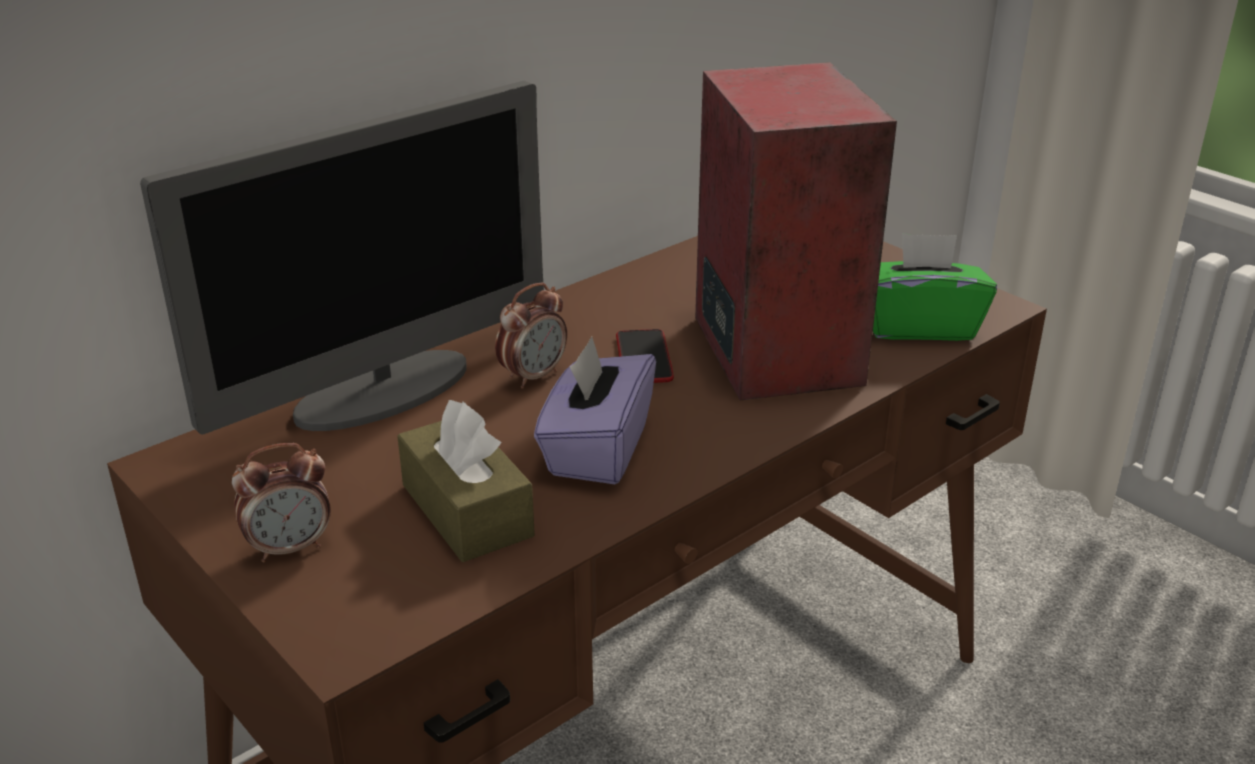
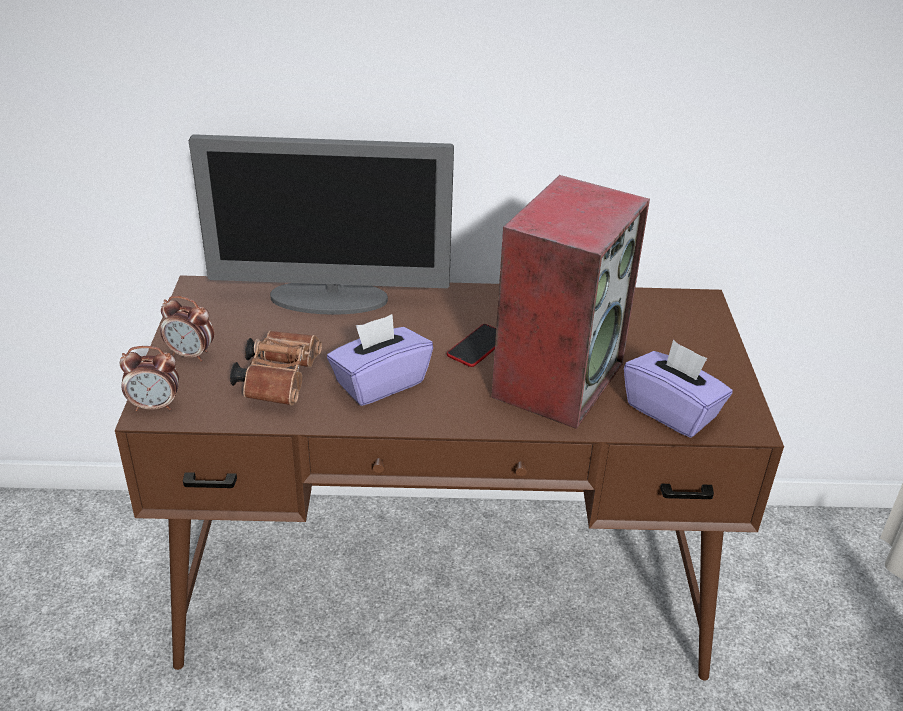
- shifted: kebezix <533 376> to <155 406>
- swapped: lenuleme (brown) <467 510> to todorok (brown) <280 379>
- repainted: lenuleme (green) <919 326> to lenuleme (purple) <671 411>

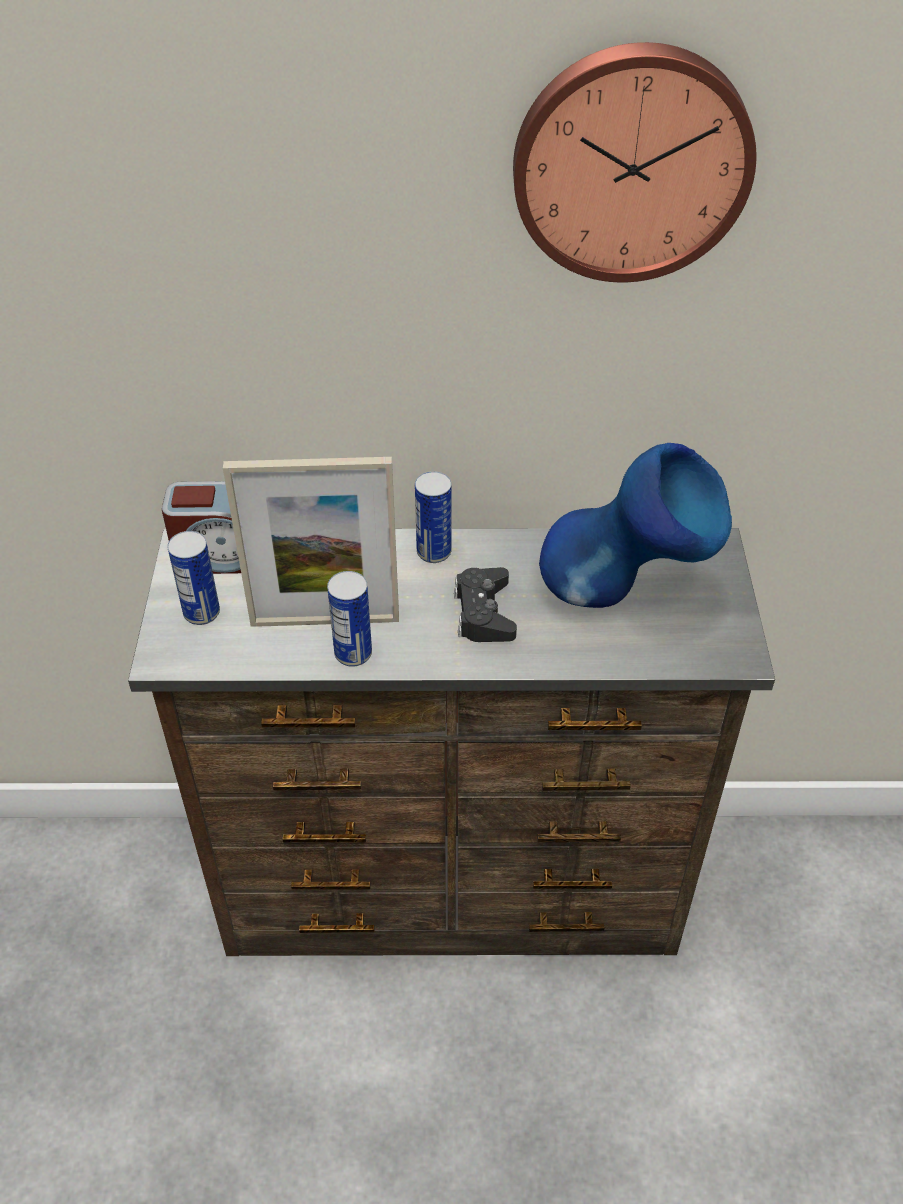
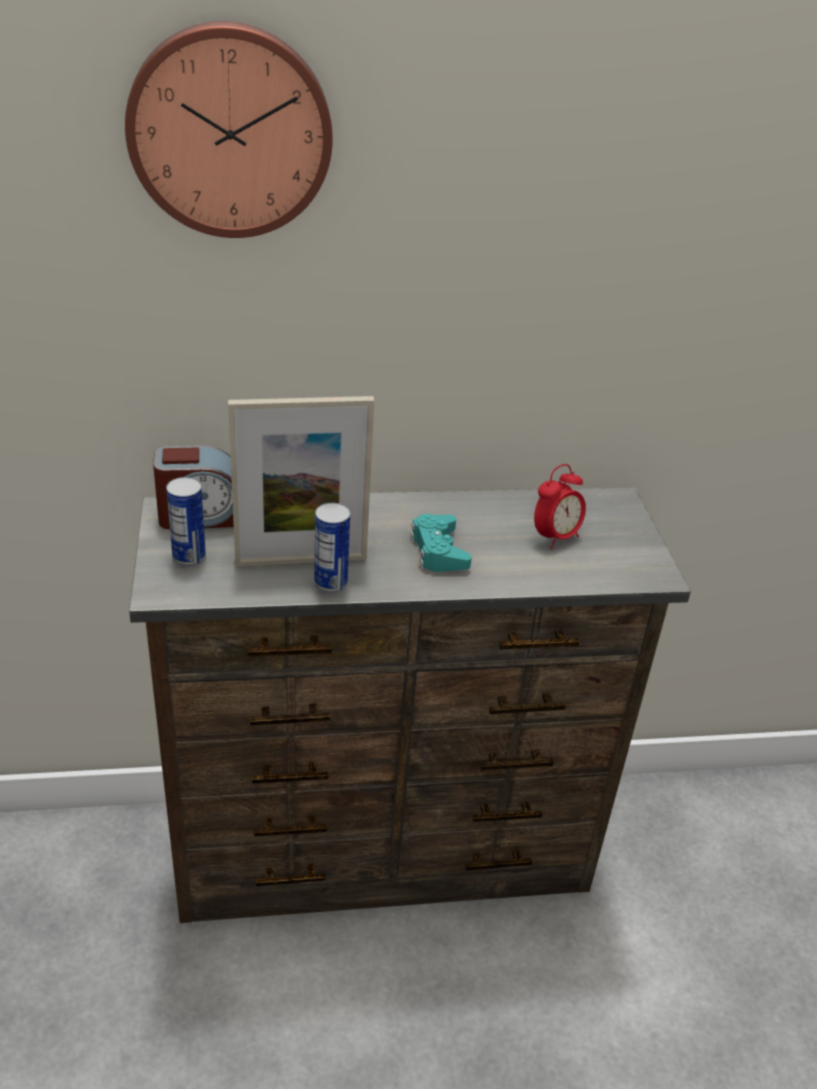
- shifted: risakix <631 162> to <230 131>
- repainted: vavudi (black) <484 613> to vavudi (turquoise) <438 551>
- swapped: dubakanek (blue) <626 598> to kebezix <555 537>
- gone: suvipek <434 552>

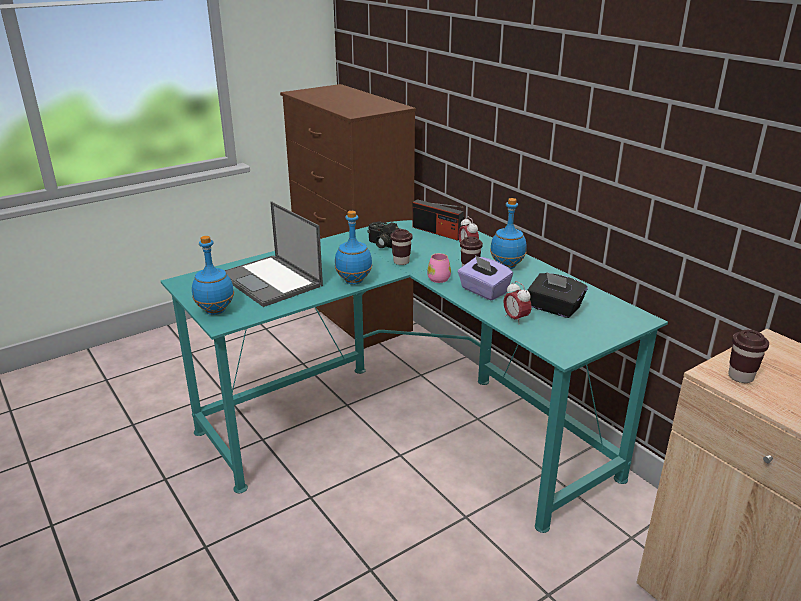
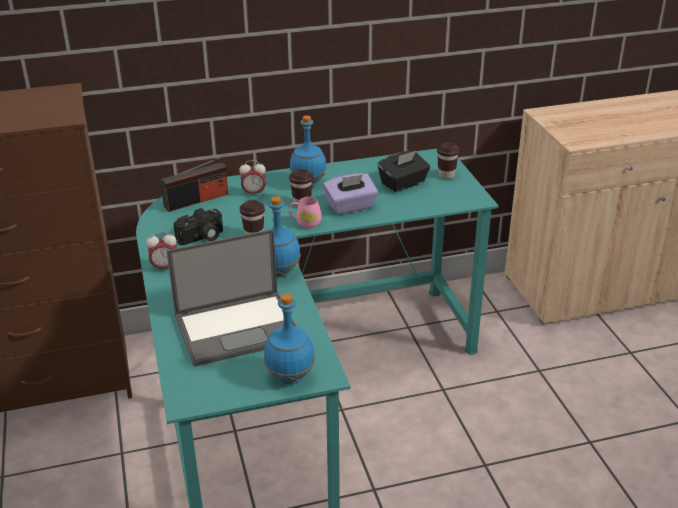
- shifted: kebezix <515 319> to <164 268>
- shifted: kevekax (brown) <740 377> to <446 175>

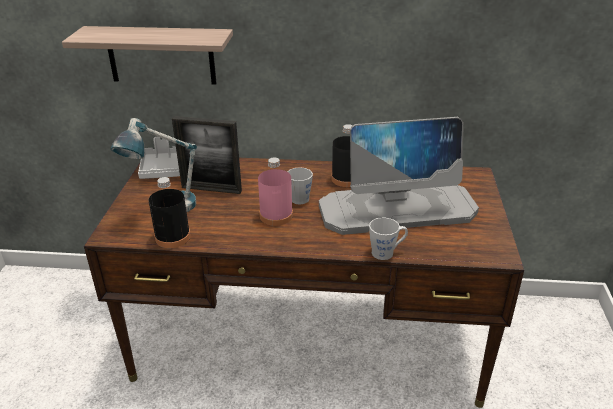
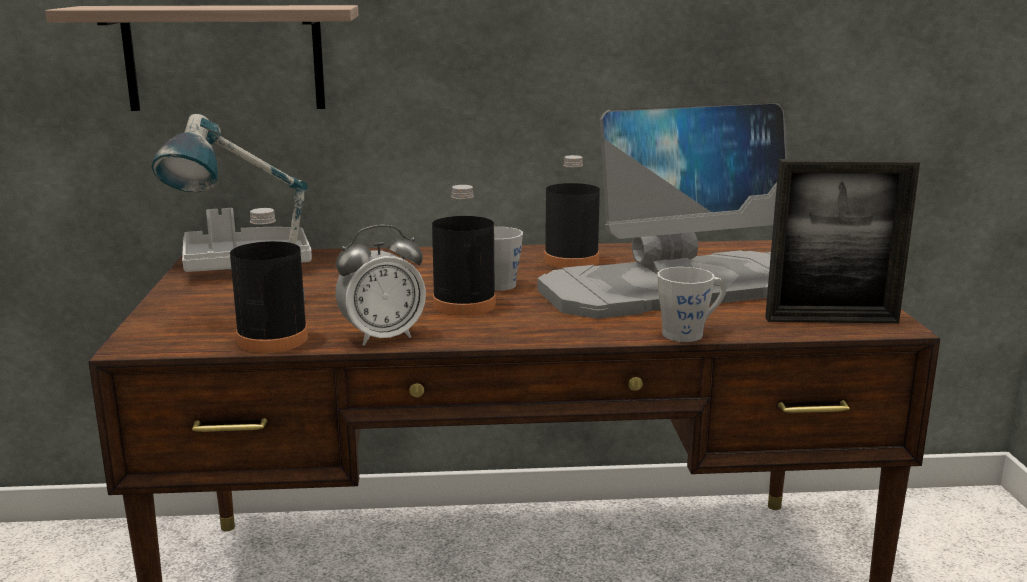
- new: kebezix <382 337>
- repainted: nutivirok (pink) <276 216> to nutivirok (black) <464 305>
- shifted: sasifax <211 189> to <831 320>

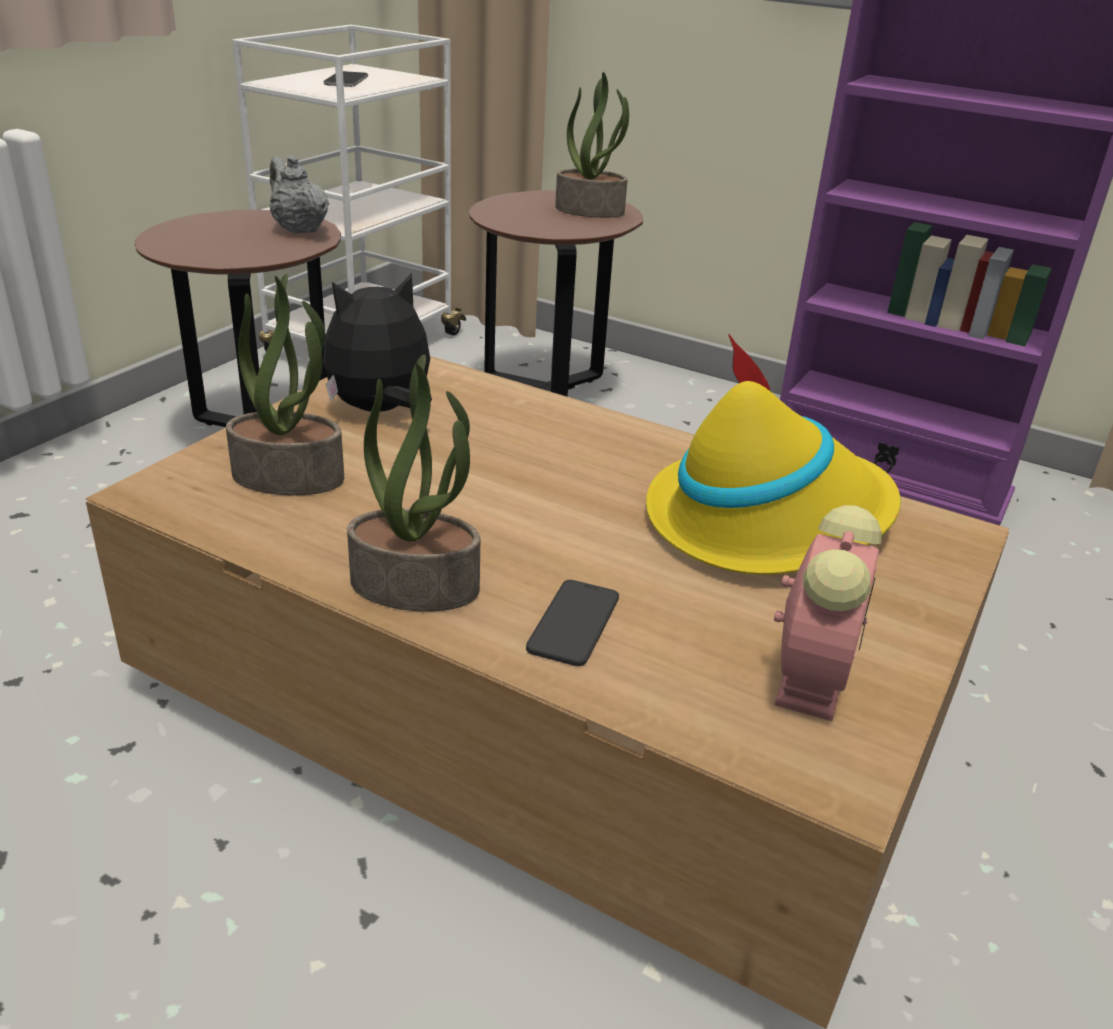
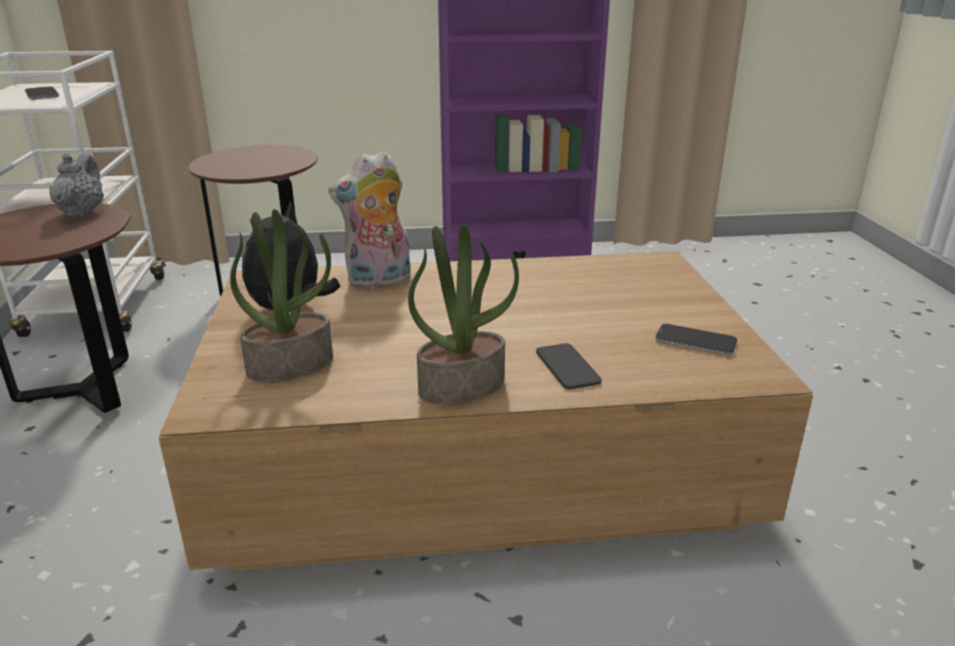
- rotated: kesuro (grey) <298 229> = <82 212> 75 degrees clockwise
- new: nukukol <379 281>
- swapped: kebezix <811 675> to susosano <695 341>
- gone: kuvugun <591 210>
- gone: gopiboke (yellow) <767 521>

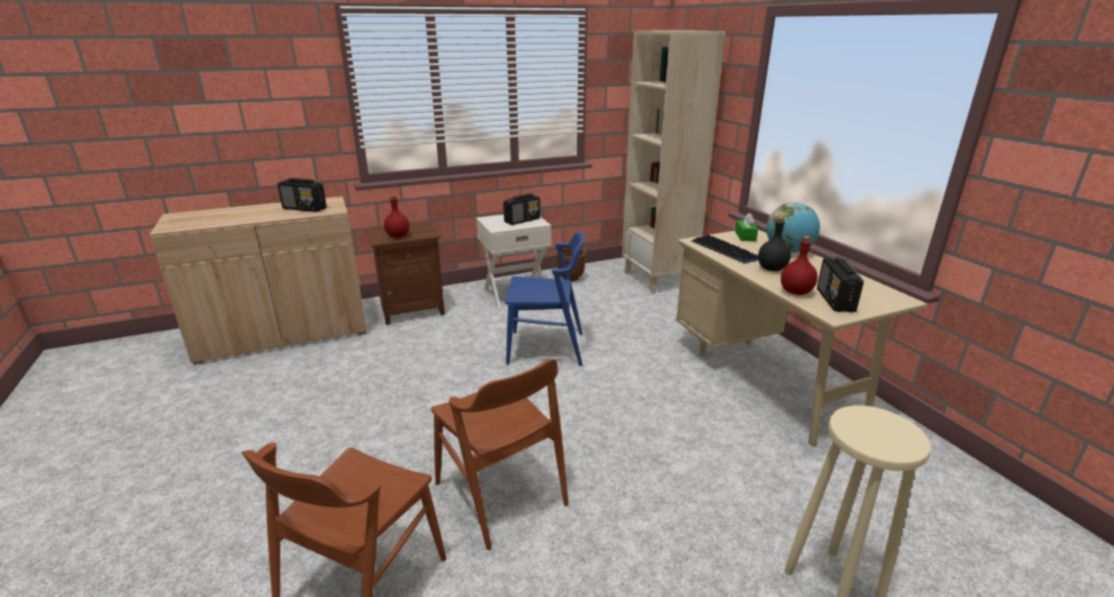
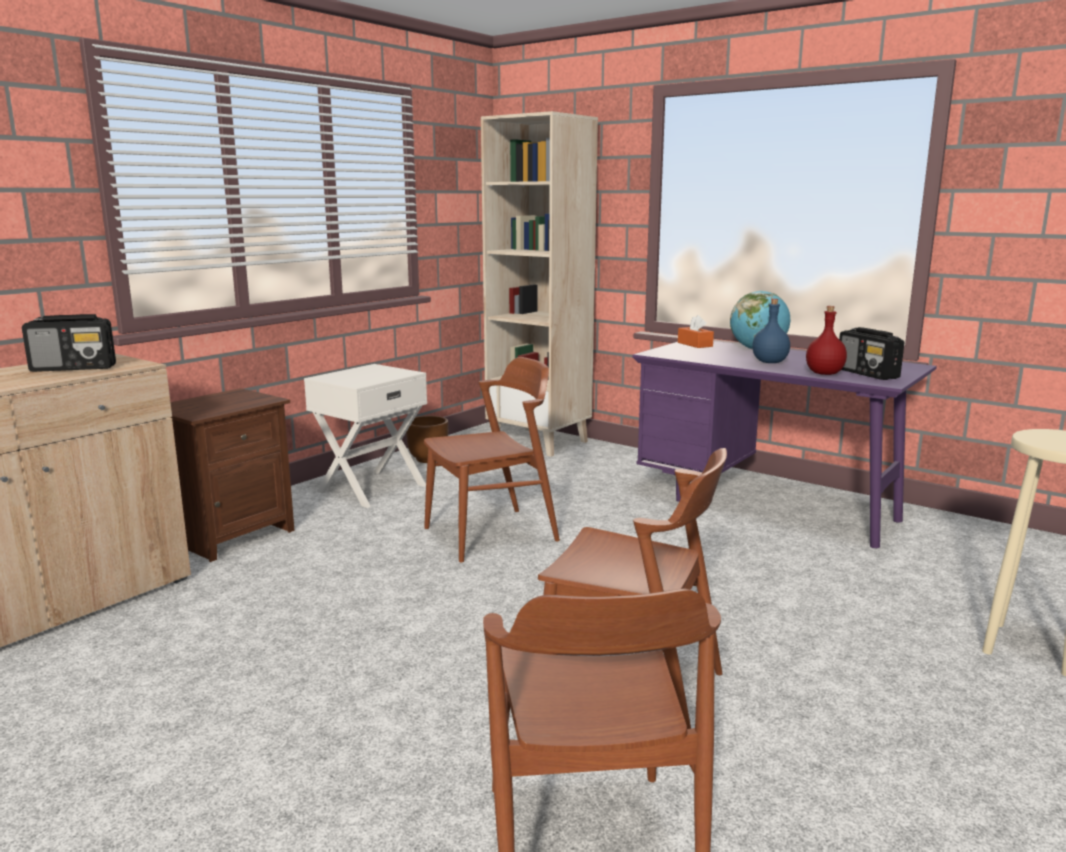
- repainted: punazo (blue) <546 348> to punazo (brown) <491 534>
- repainted: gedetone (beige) <766 379> to gedetone (purple) <768 506>
- repainted: lenuleme (green) <745 236> to lenuleme (orange) <695 344>
- repainted: nutivirok (black) <772 268> to nutivirok (blue) <769 362>
- gone: nutivirok (red) <397 236>
- gone: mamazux <522 220>
- gone: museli <725 250>

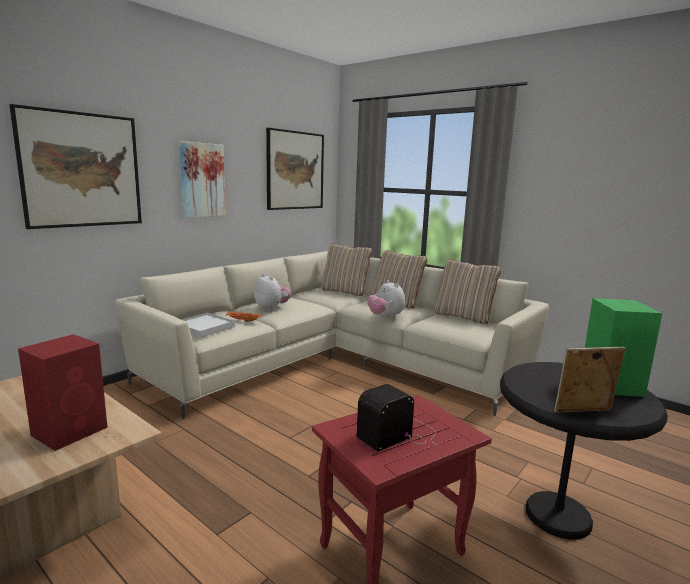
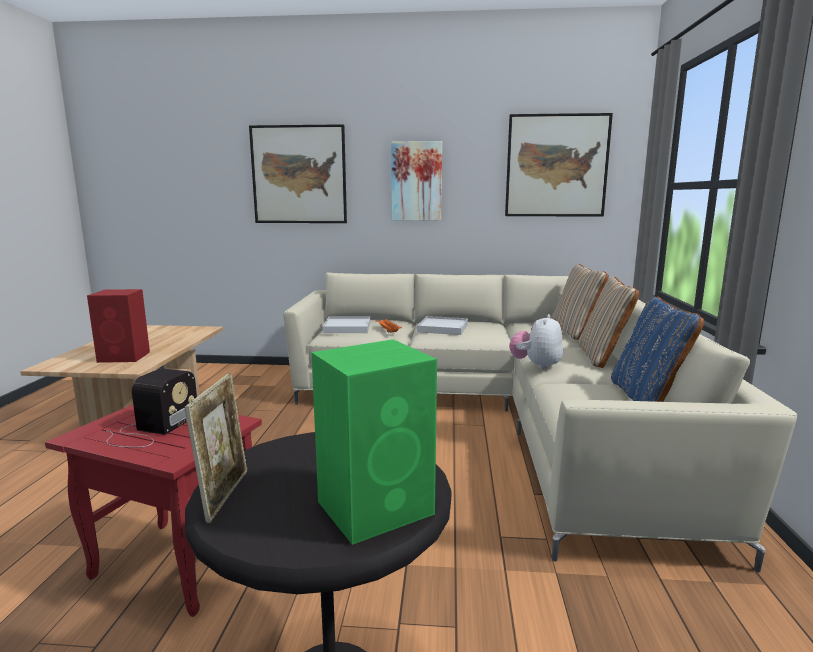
- rotated: mamazux <399 433> = <151 429> 90 degrees clockwise
- rotated: sasifax <583 412> = <224 494> 45 degrees clockwise
- swapped: nukukol <272 308> to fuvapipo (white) <442 328>
- repainted: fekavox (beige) <463 317> to fekavox (blue) <647 398>

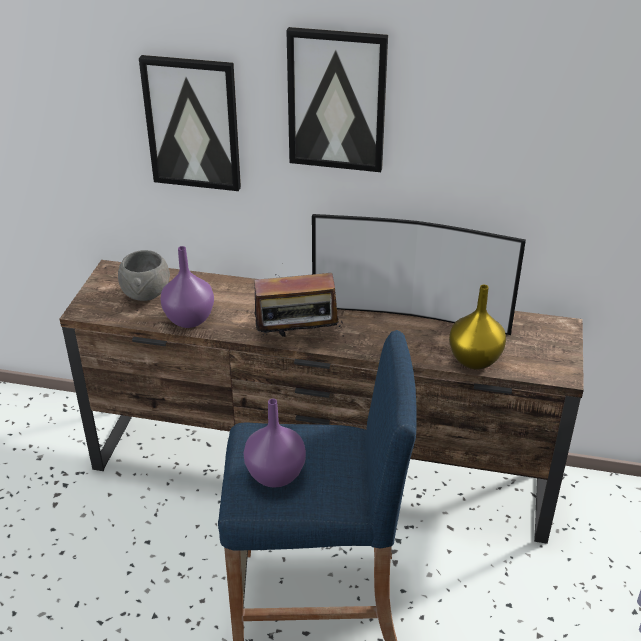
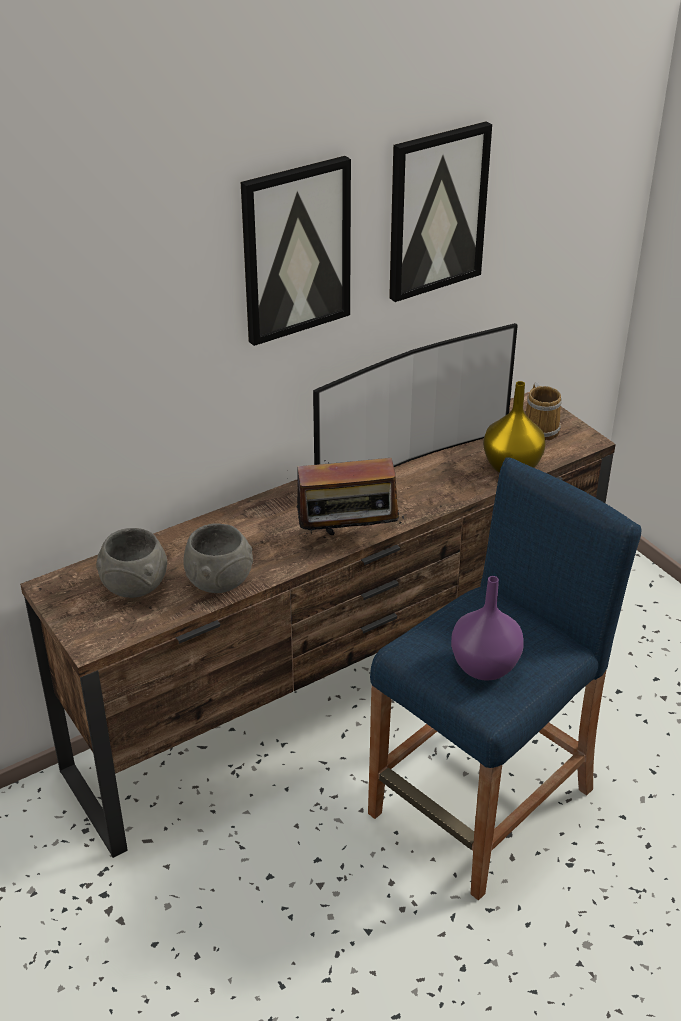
- swapped: dubakanek (purple) <189 318> to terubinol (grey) <218 582>
- rotated: mamazux <297 339> = <348 538> 45 degrees clockwise
- shifted: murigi <193 123> to <436 211>
- new: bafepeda <541 428>

